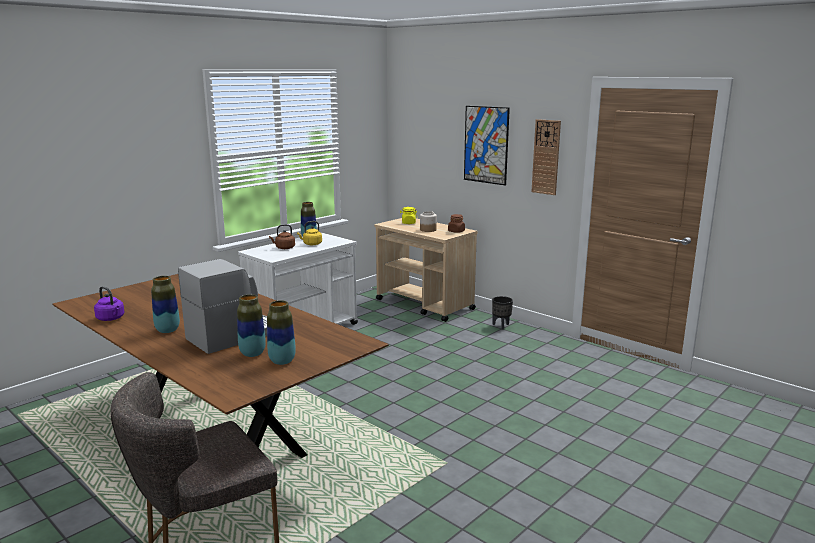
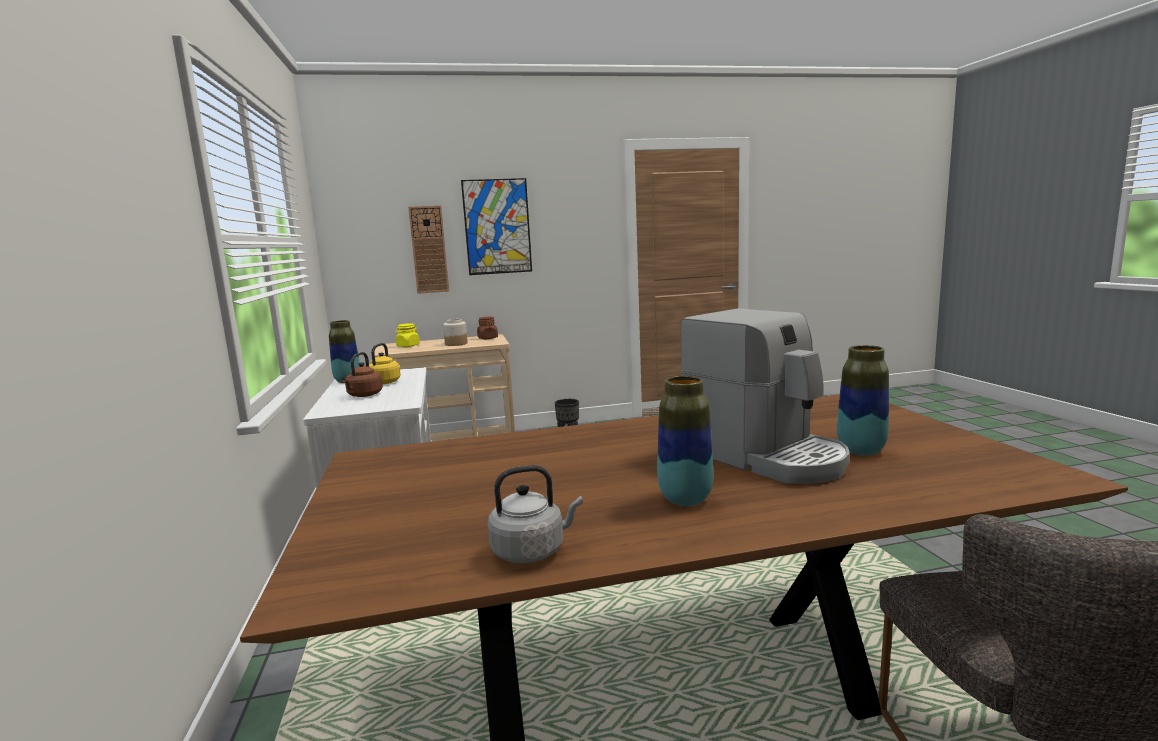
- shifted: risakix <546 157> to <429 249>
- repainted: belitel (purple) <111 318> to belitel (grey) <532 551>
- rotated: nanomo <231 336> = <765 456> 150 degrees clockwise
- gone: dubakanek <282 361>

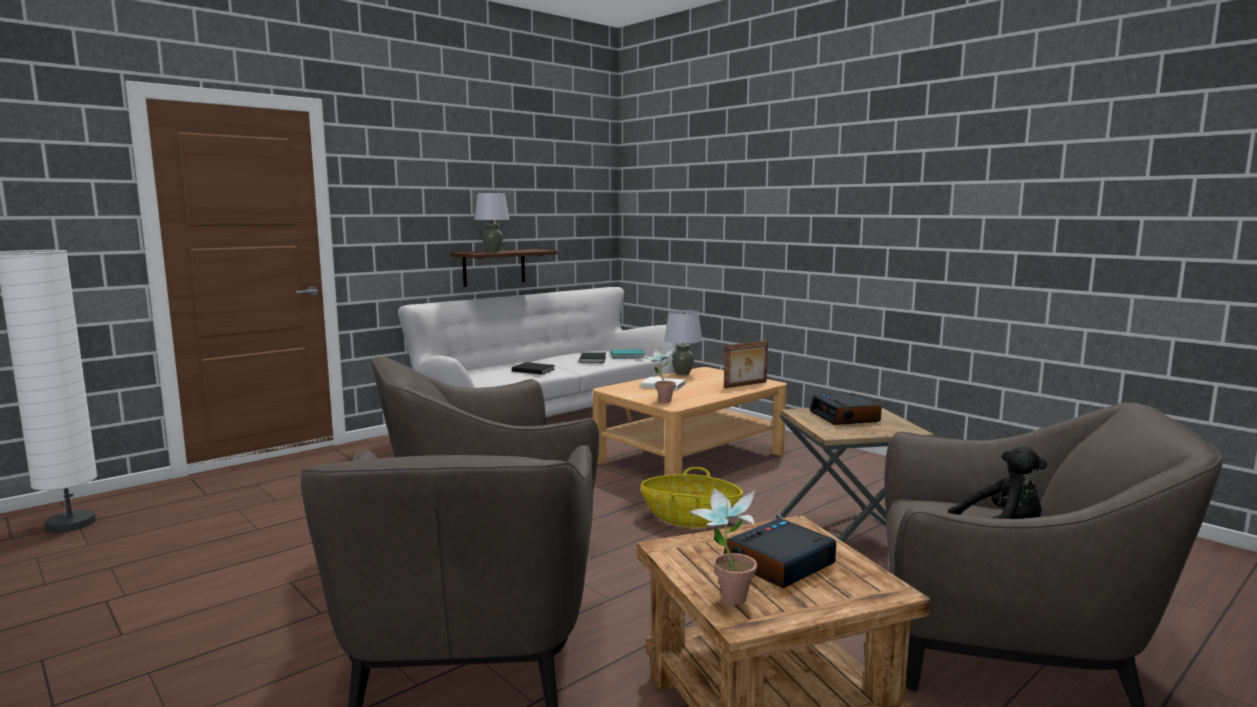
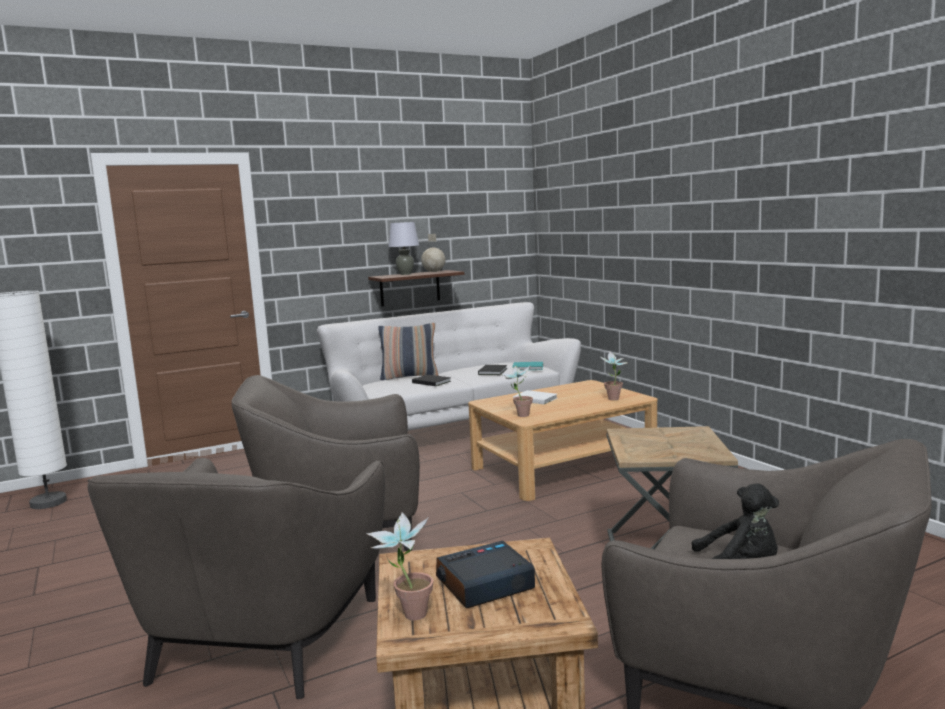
- new: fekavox <409 377>
- new: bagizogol <434 272>
- swapped: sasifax <746 385> to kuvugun <614 400>
- gone: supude <690 518>
- gone: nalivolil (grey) <682 374>
- gone: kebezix <845 417>

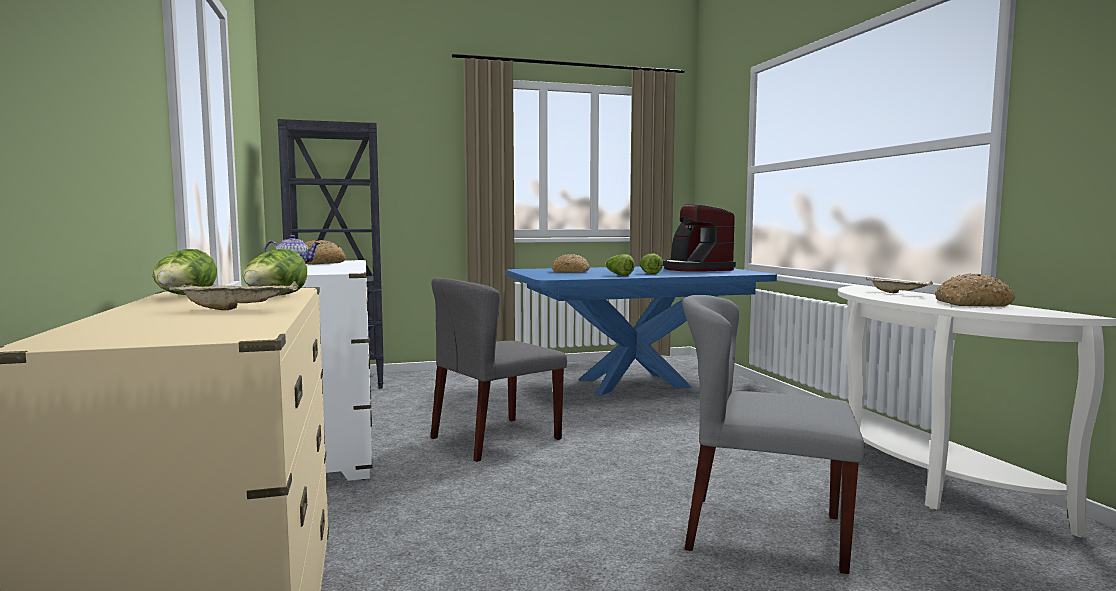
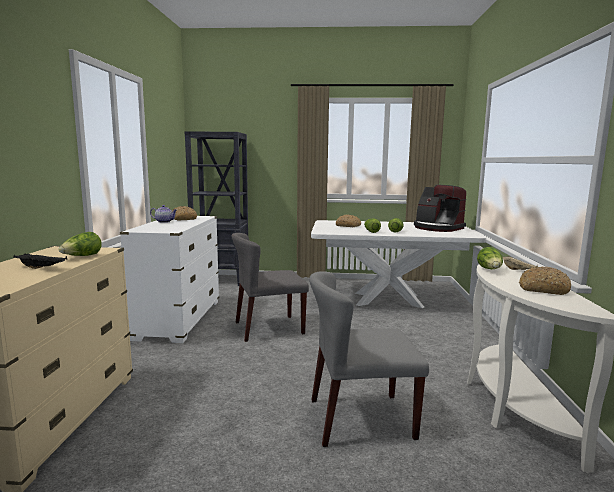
- repainted: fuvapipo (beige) <239 309> to fuvapipo (black) <42 268>
- rotated: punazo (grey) <763 532> = <360 419> 45 degrees counterclockwise
- repainted: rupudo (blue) <634 383> to rupudo (white) <388 300>
- rotated: nanomo <695 269> = <437 228> 45 degrees counterclockwise
- shifted: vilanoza <185 296> to <490 270>

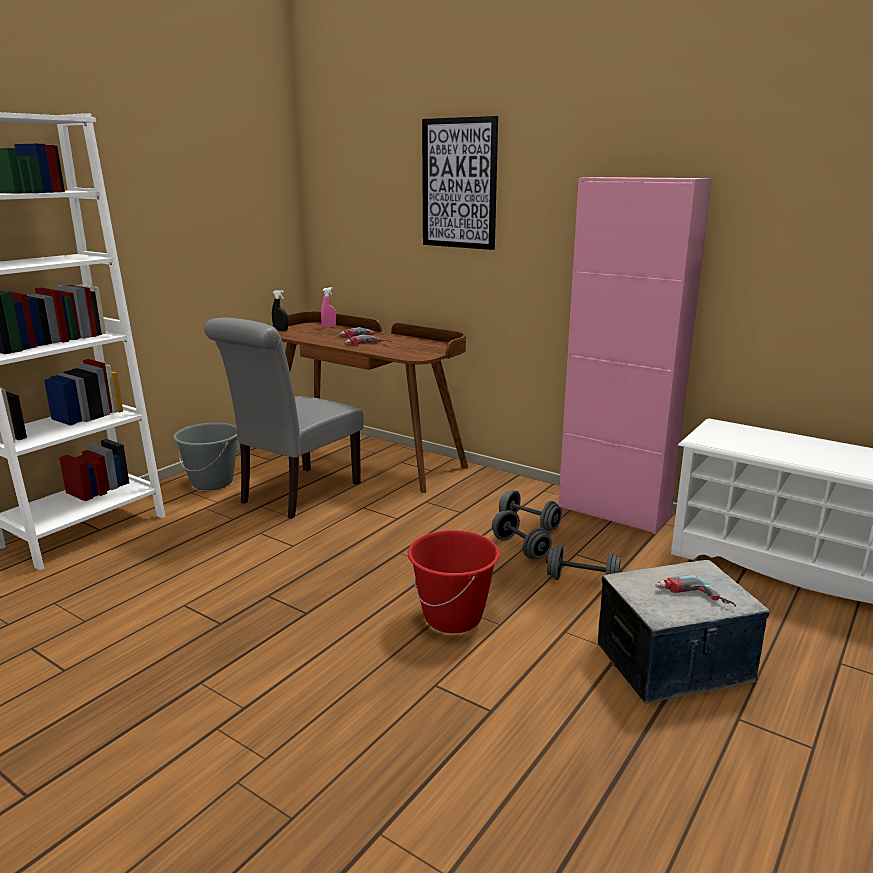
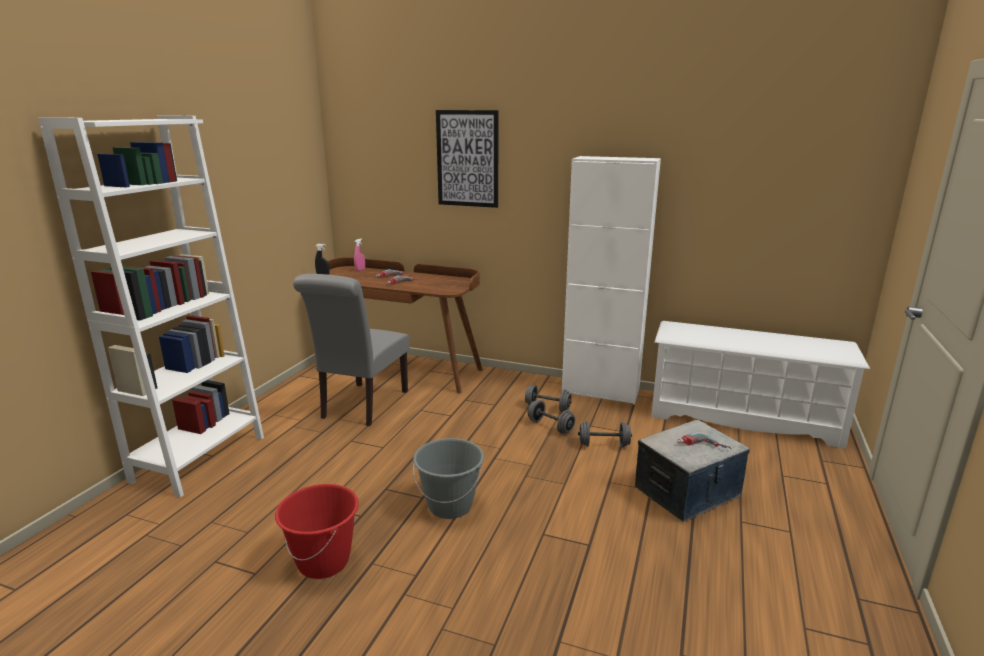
- shifted: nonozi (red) <453 617> to <324 562>
- shifted: nonozi (grey) <212 482> to <450 506>
- repainted: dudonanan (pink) <614 512> to dudonanan (white) <600 391>

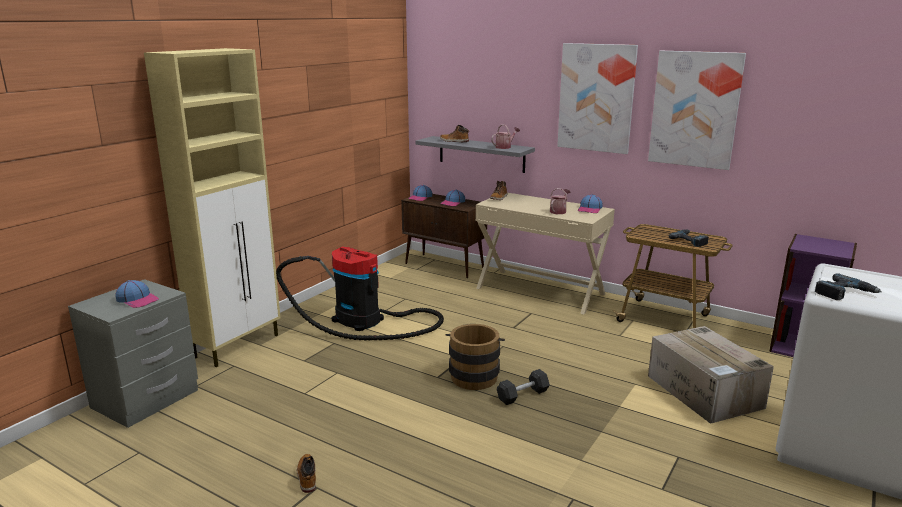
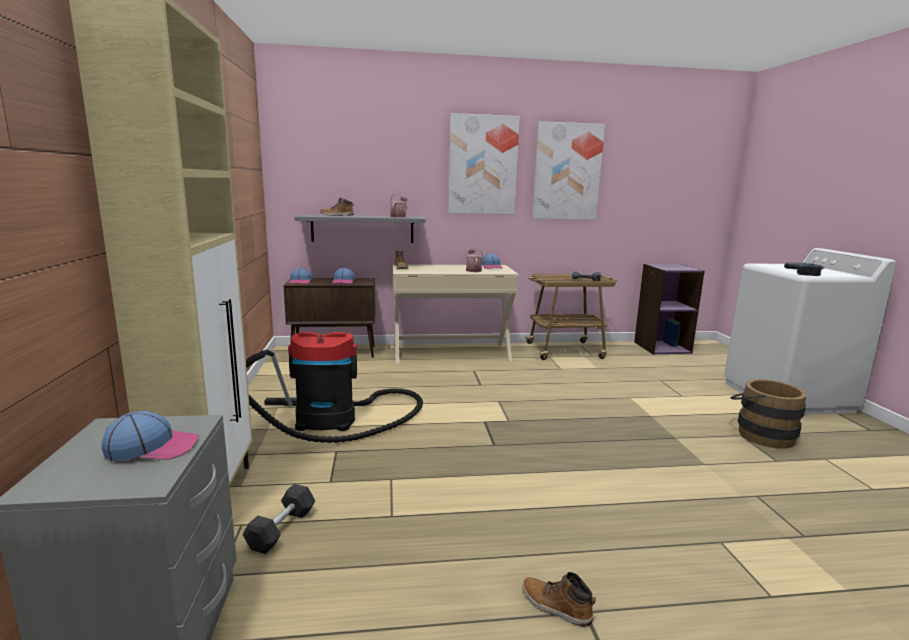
- shifted: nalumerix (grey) <522 395> to <281 529>
- shifted: nonozi (brown) <474 375> to <760 434>
- gone: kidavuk <705 392>

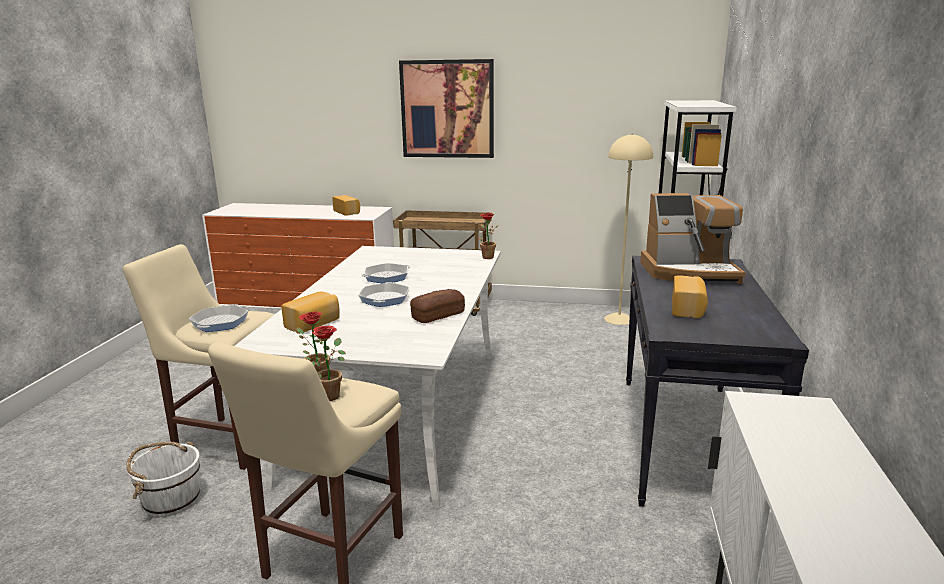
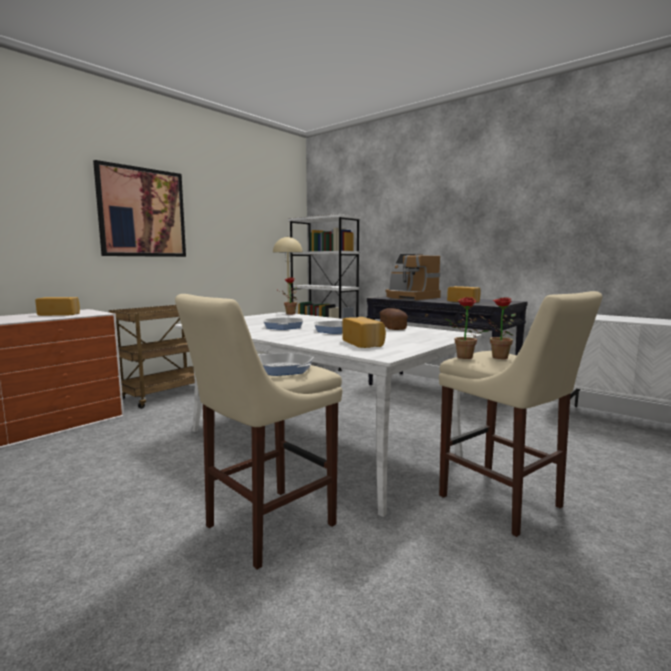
- rotated: nanomo <689 272> = <410 297> 105 degrees clockwise
- gone: nonozi (white) <171 499>

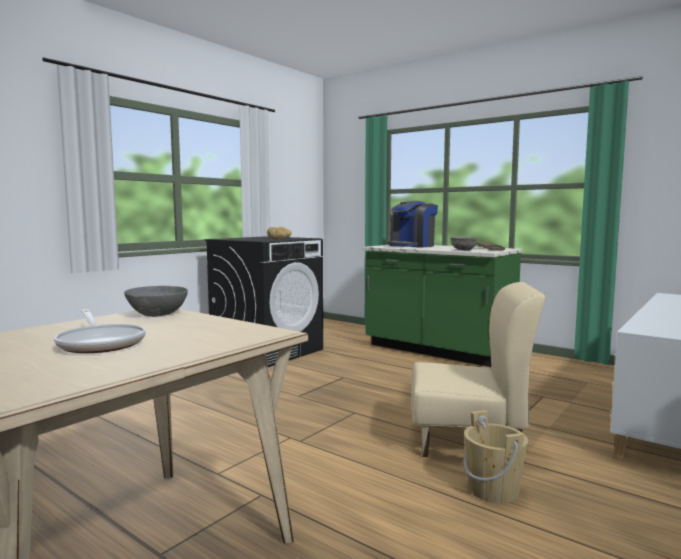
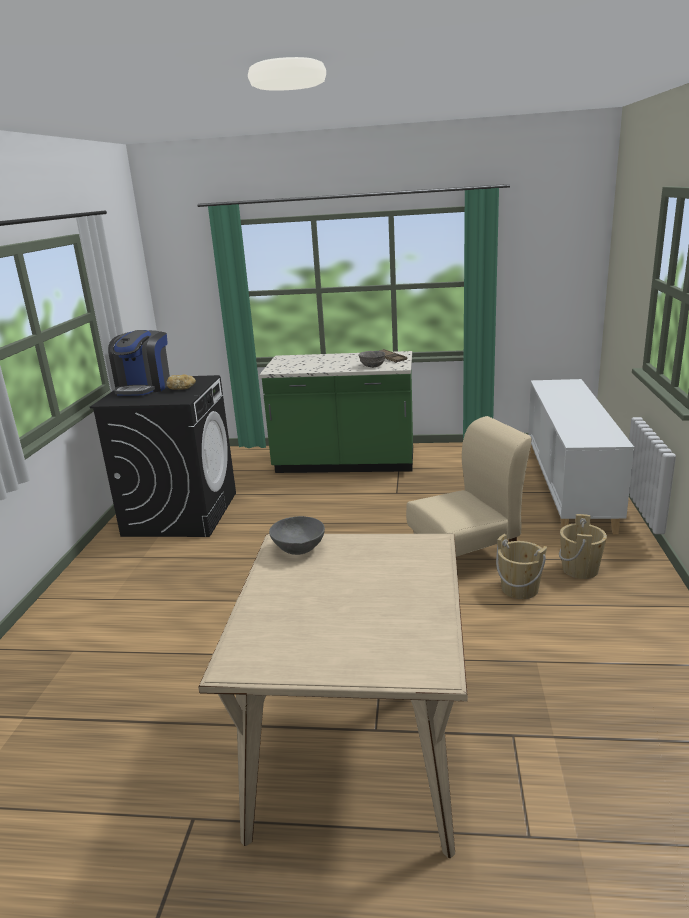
- shifted: nanomo <412 246> to <144 387>
- new: nonozi (beige) <580 569>
- gone: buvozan <101 343>

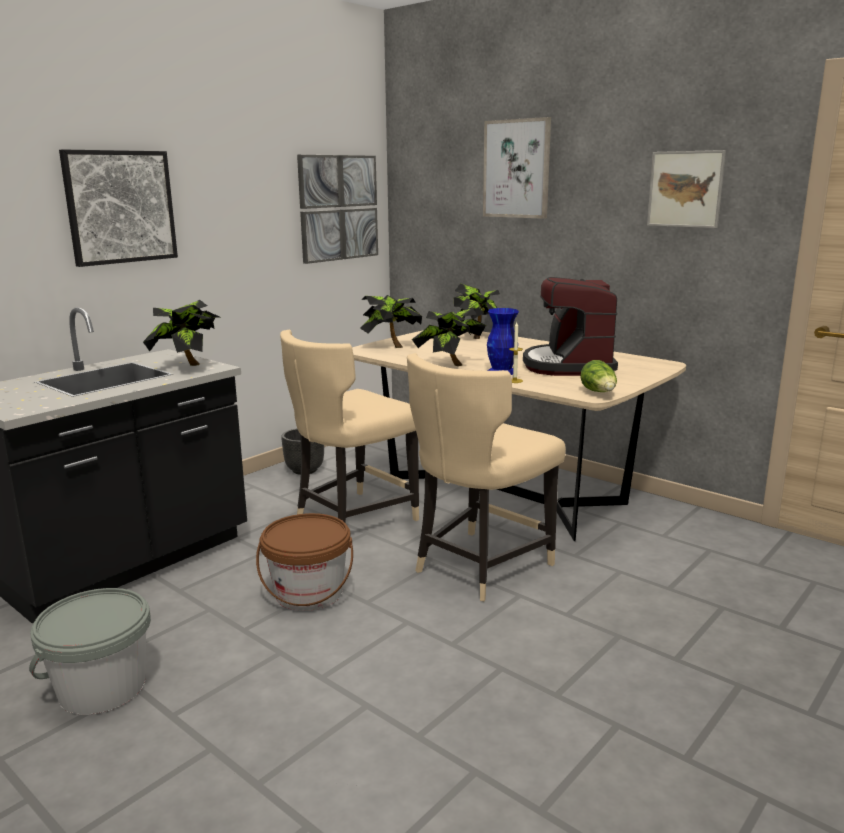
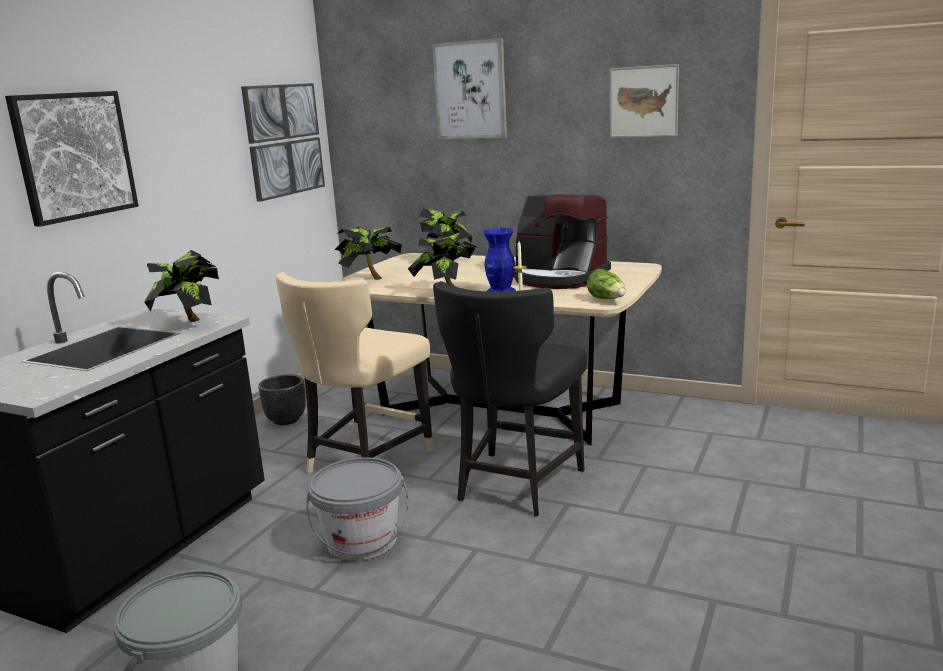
- repainted: nonozi (brown) <309 593> to nonozi (grey) <362 541>
- repainted: punazo (beige) <479 567> to punazo (black) <515 485>
- rotated: nanomo <569 366> = <559 278> 45 degrees counterclockwise

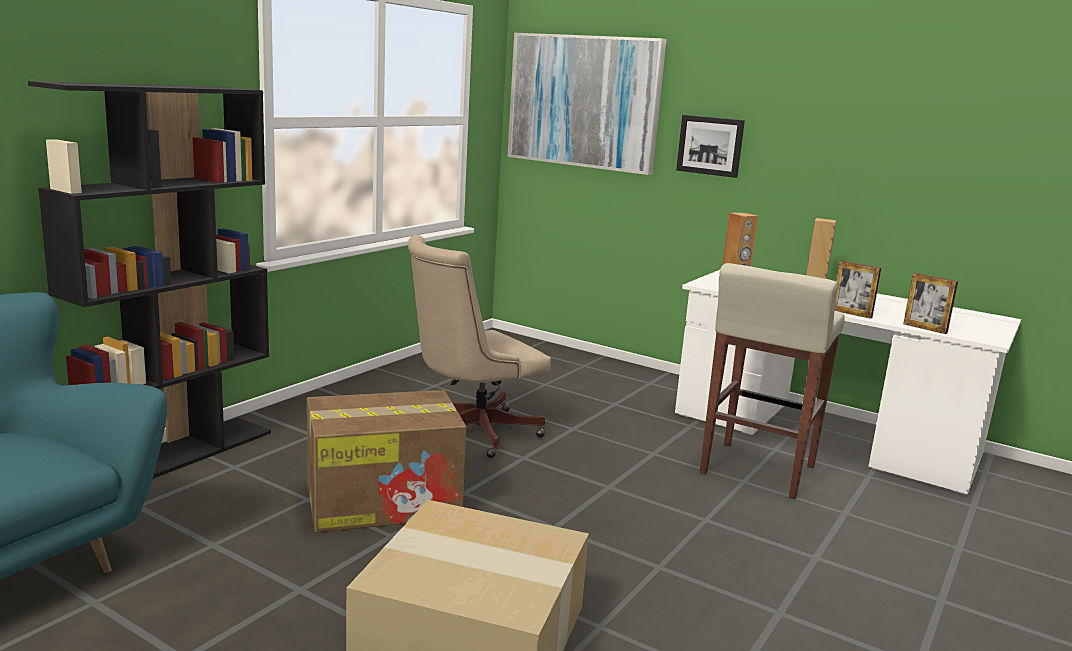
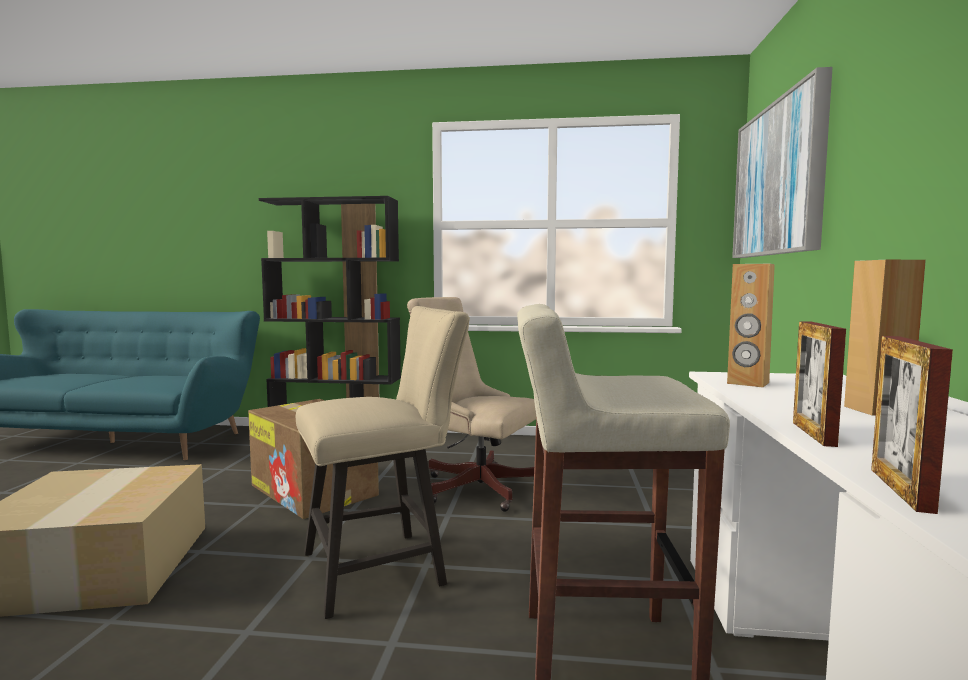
- new: punazo (beige) <384 567>
- gone: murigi <710 145>

